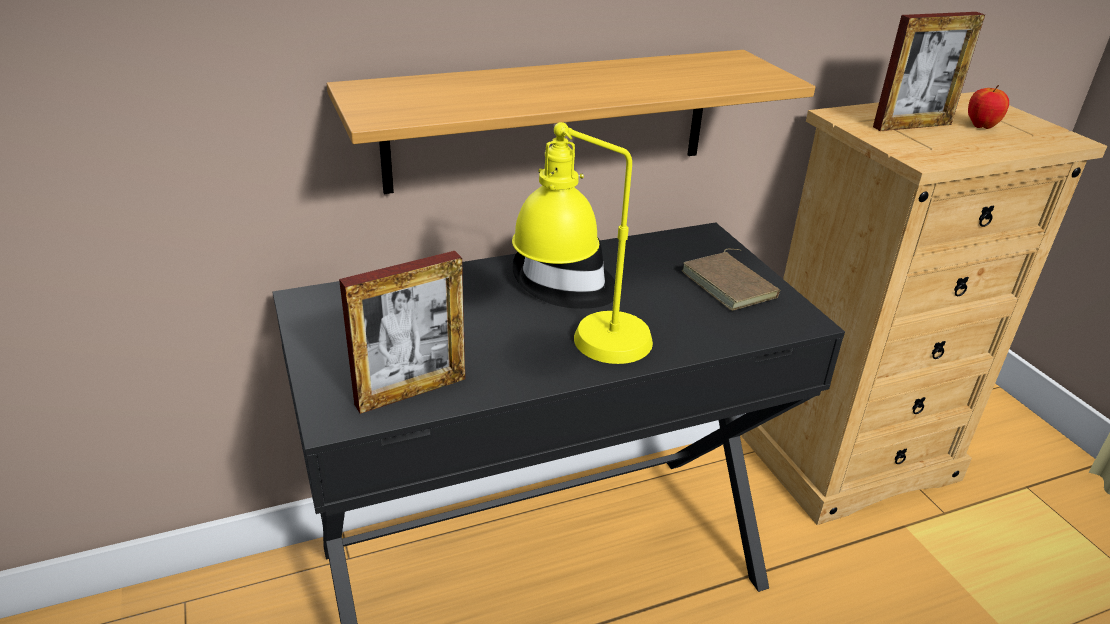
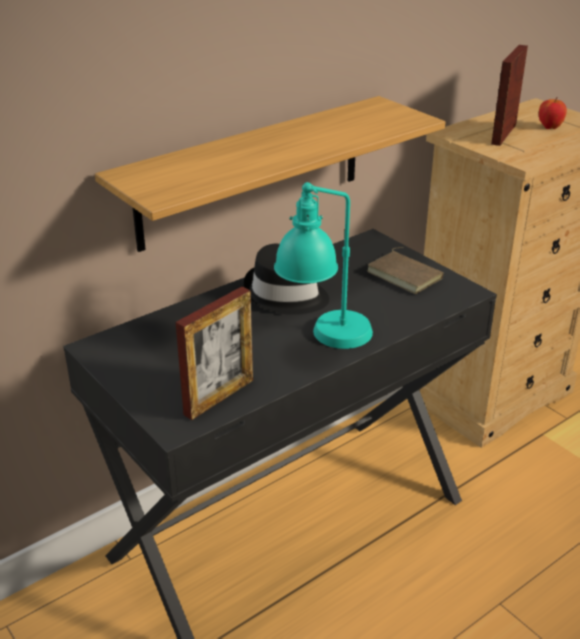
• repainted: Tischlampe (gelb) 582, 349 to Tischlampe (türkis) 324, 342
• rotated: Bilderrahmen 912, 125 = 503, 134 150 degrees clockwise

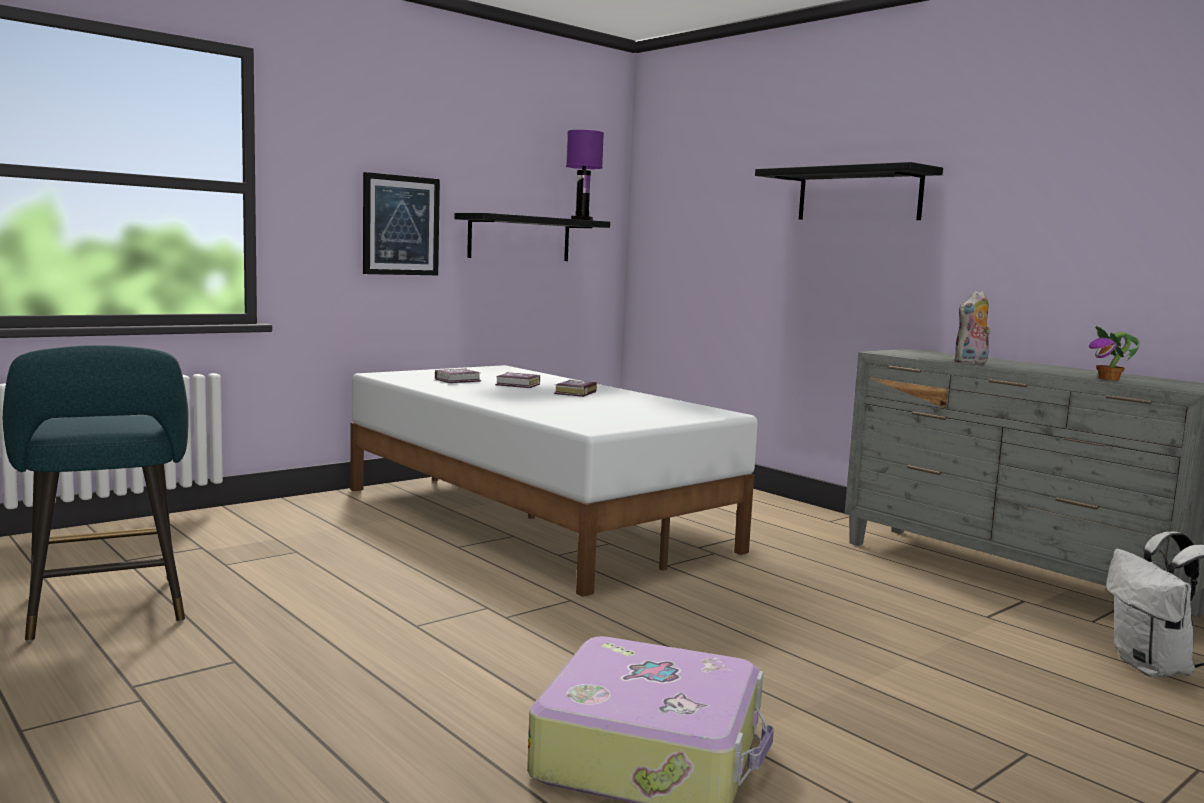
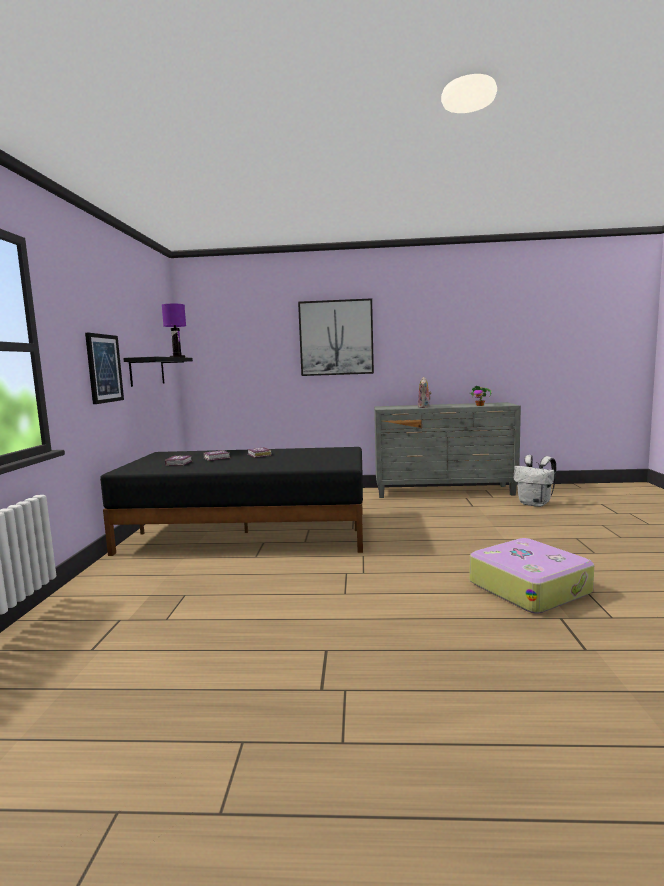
• repainted: Bett (weiß) 533, 518 to Bett (schwarz) 247, 532
• swapped: Wandregal (schwarz) 858, 195 to Bild 336, 338
• gone: Hocker (türkis) 106, 612

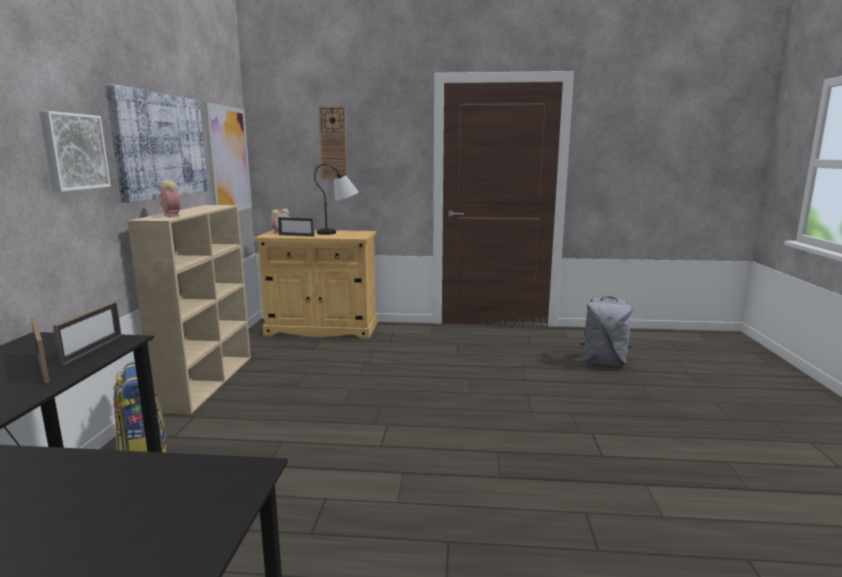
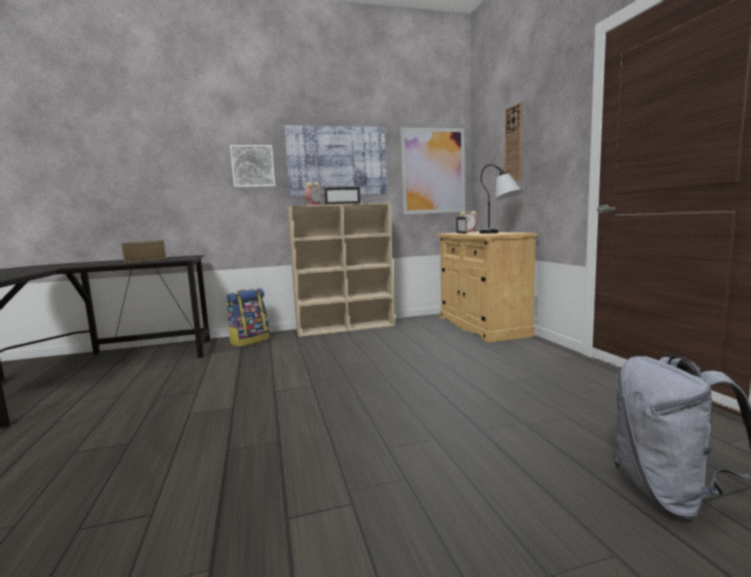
• shifted: Bilderrahmen 92, 349 to 343, 204

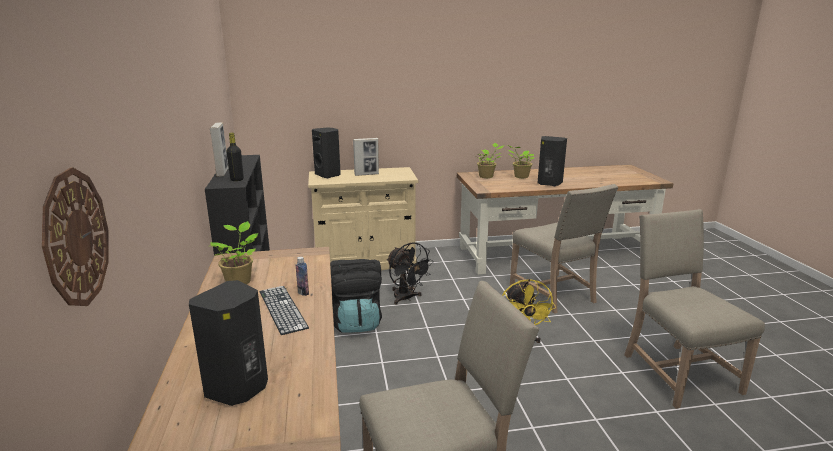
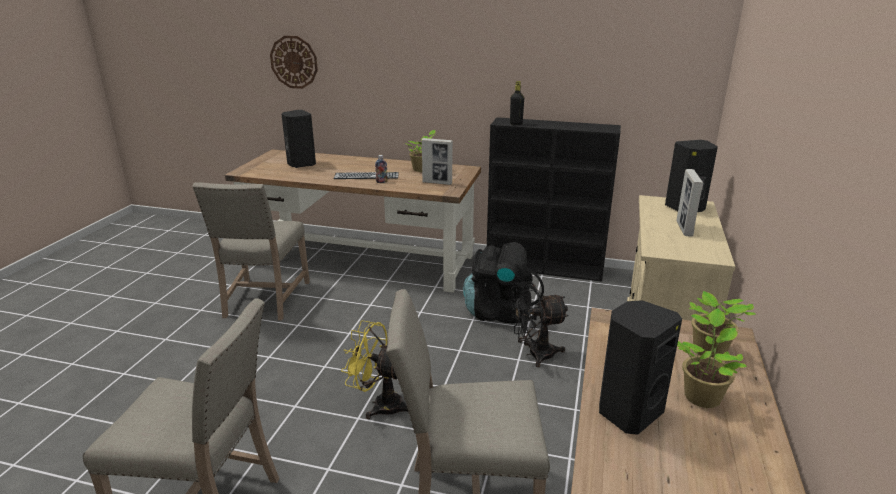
• shifted: Bilderrahmen 222, 172 to 437, 183

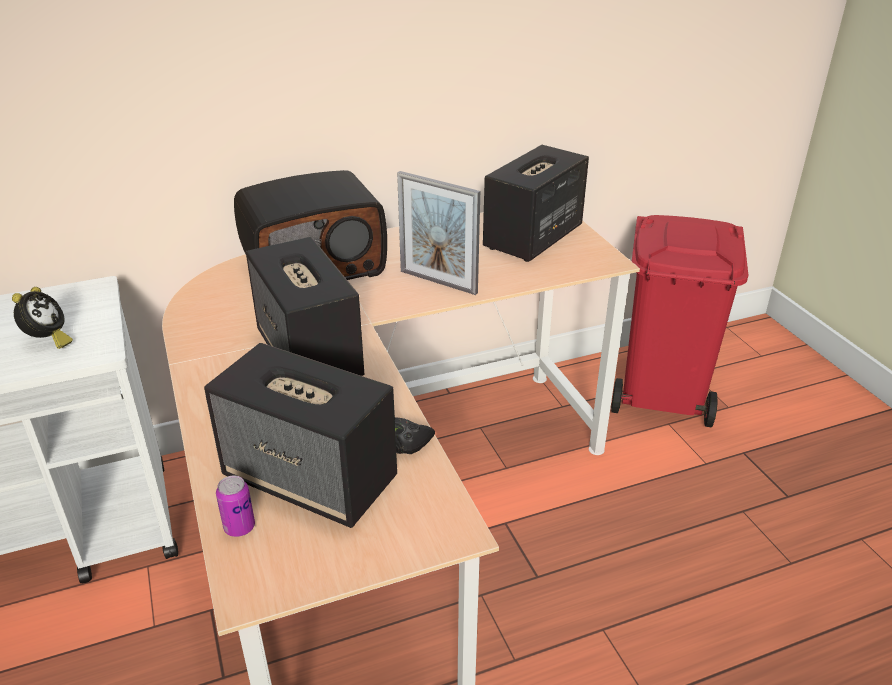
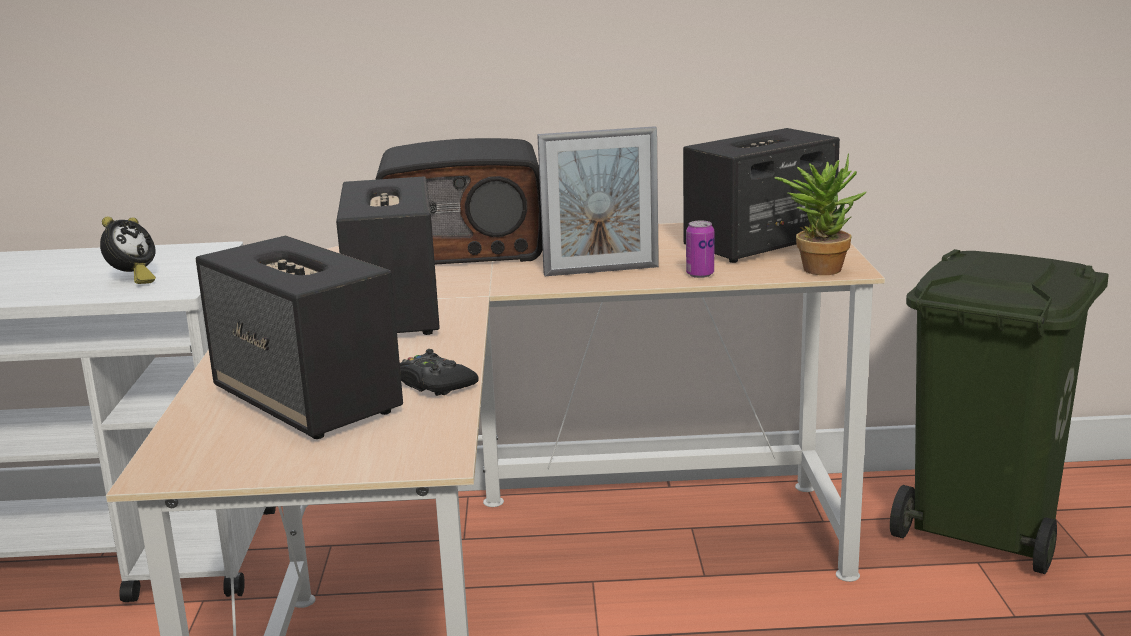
• rotated: Bilderrahmen 438, 282 = 601, 271 60 degrees counterclockwise
• shifted: Dose 239, 527 to 700, 274
• new: Topfpflanze 818, 267
• repainted: Mülleimer (rot) 663, 394 to Mülleimer (grün) 987, 528

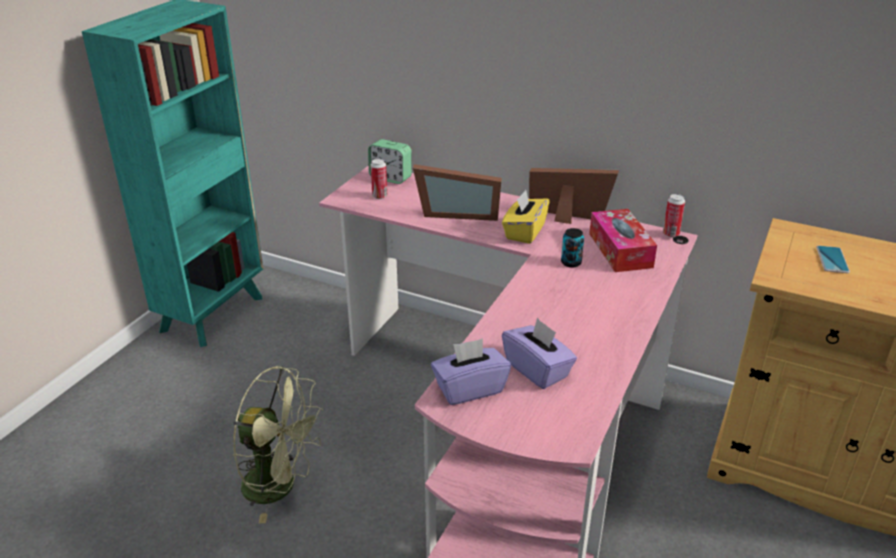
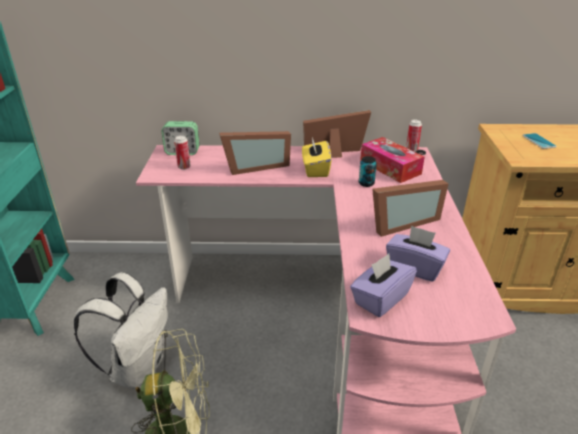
• new: Rucksack (weiß) 138, 367
• new: Bilderrahmen 400, 222

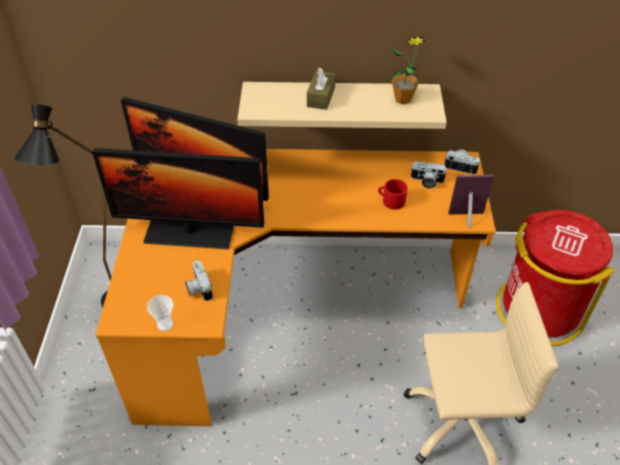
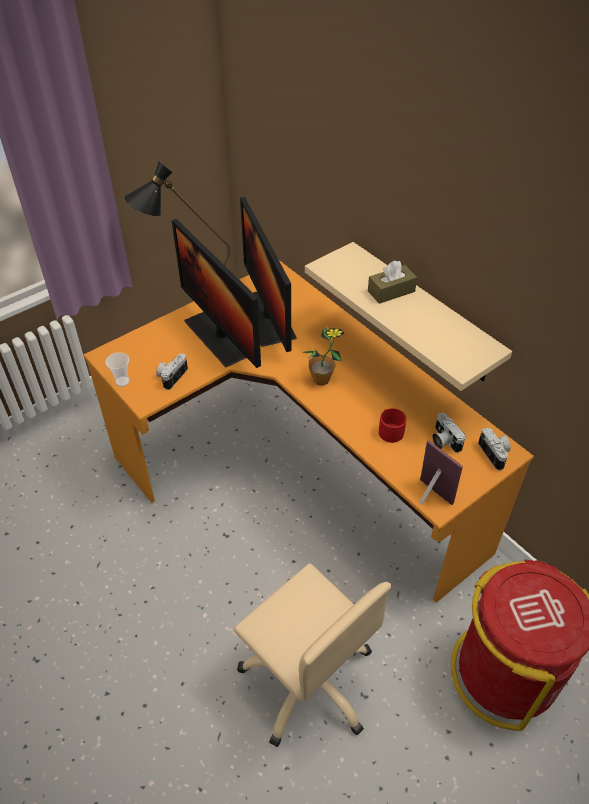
• shifted: Topfpflanze 403, 99 to 321, 380

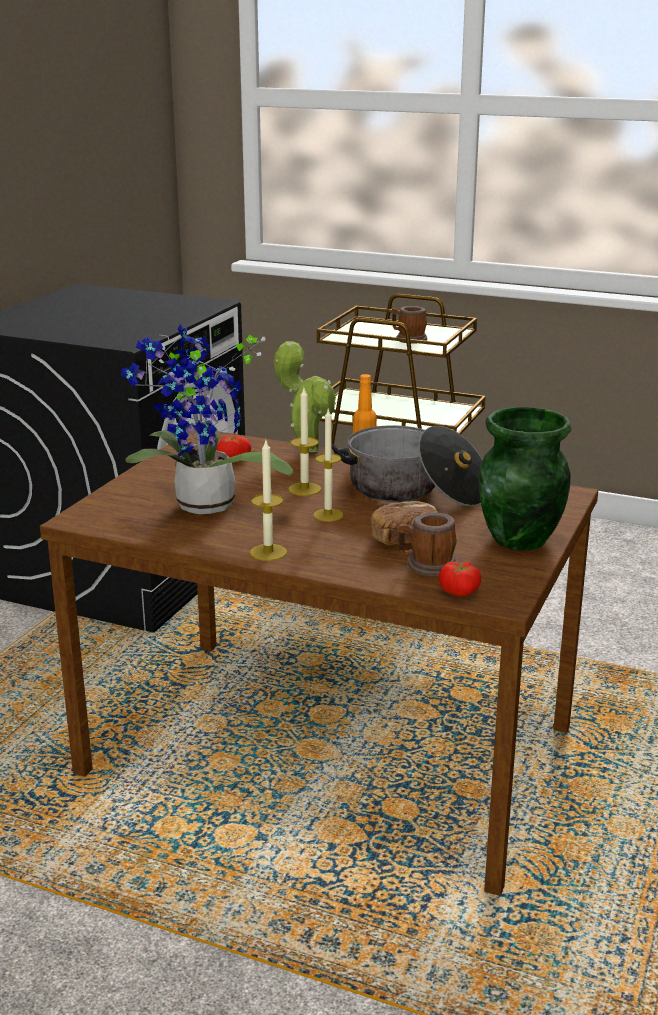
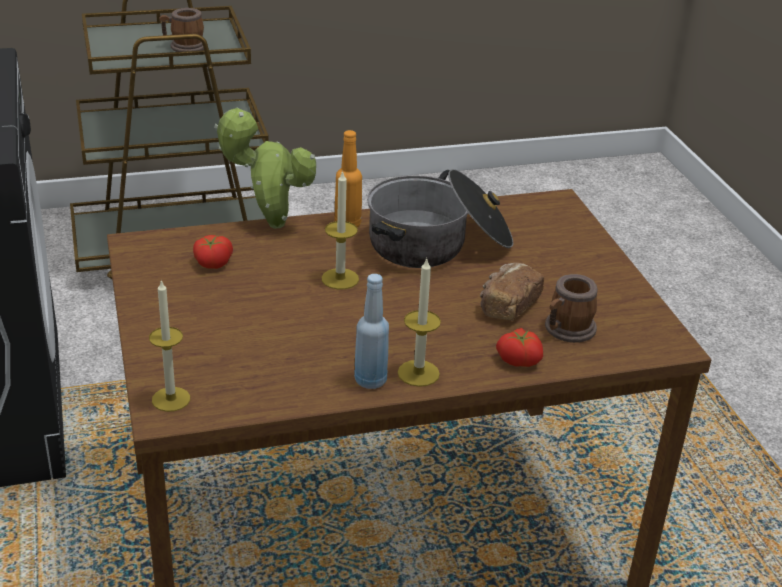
• shifted: Kerze 328, 515 to 171, 399
• new: Flasche (blau) 370, 380
• shifted: Tomate 460, 591 to 519, 359
• gone: Topfpflanze 202, 508
• gone: Vase (grün) 520, 540

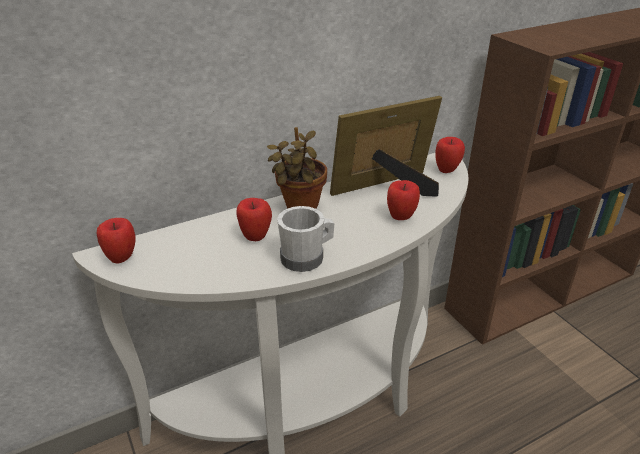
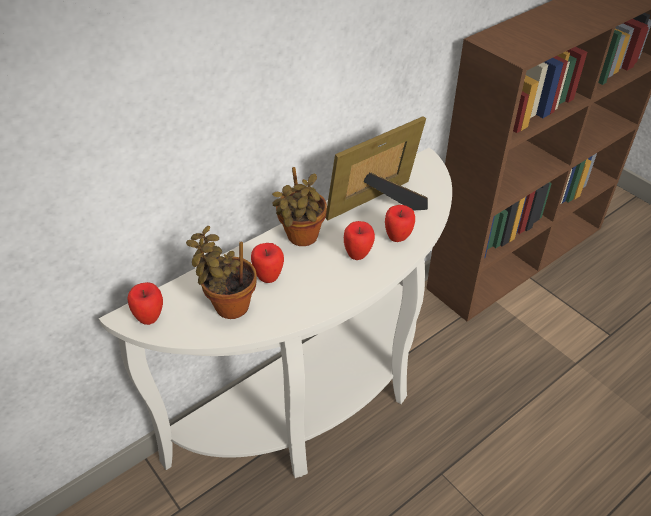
• new: Topfpflanze 228, 305
• shifted: Apfel 447, 170 to 358, 255
• gone: Henkelbecher (weiß) 306, 257

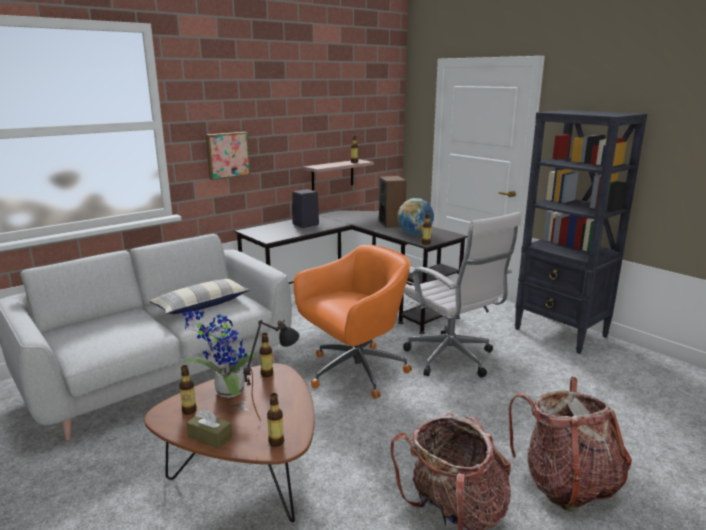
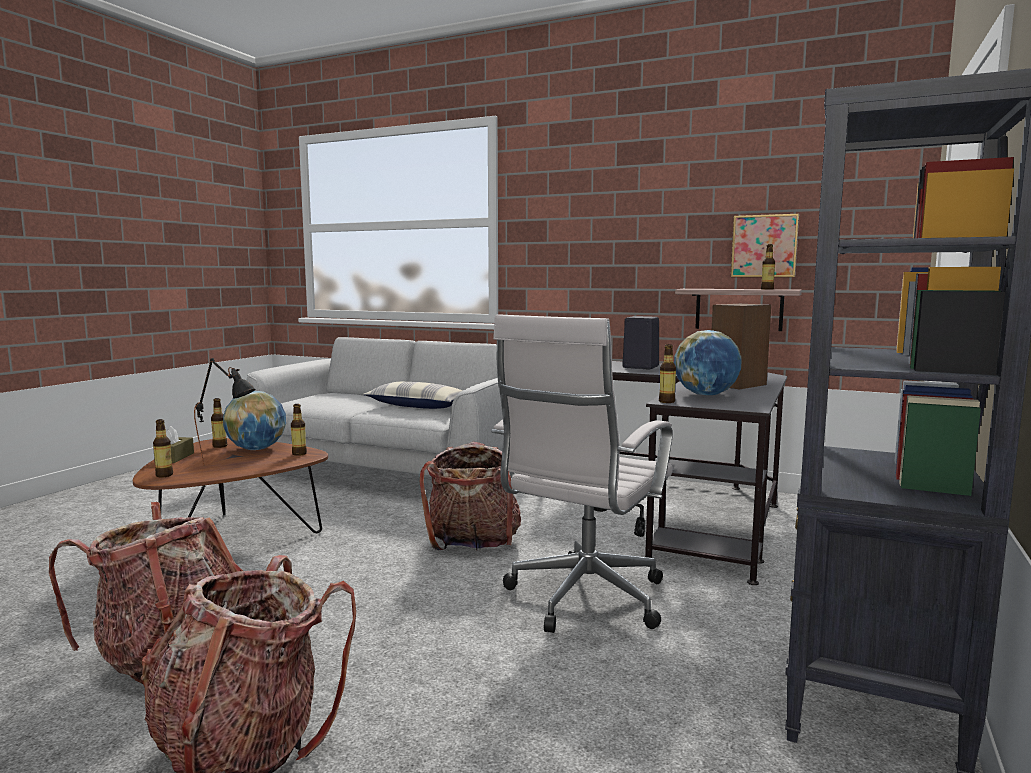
• swapped: Topfpflanze 226, 392 to Globus 257, 449
• swapped: Bürostuhl (orange) 354, 372 to Rucksack 473, 544
• shifted: Bild 227, 155 to 764, 246

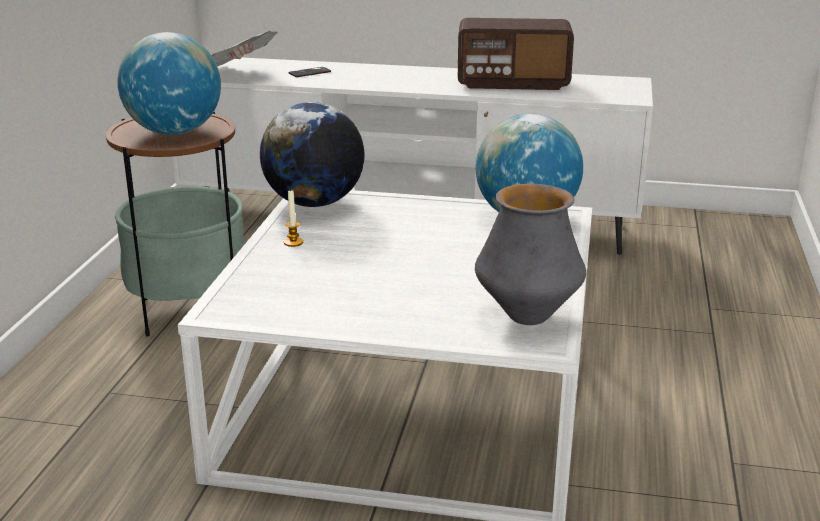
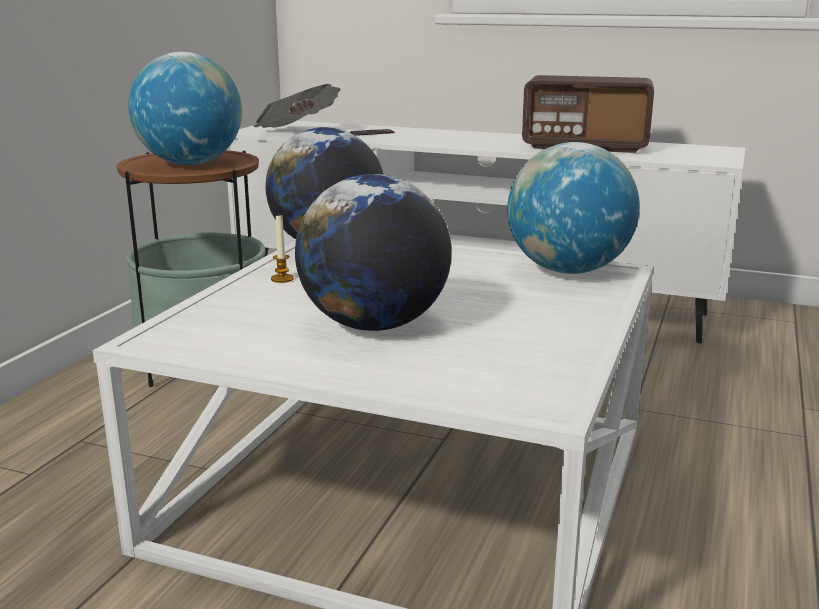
• new: Globus 374, 325
• gone: Vase 527, 316

